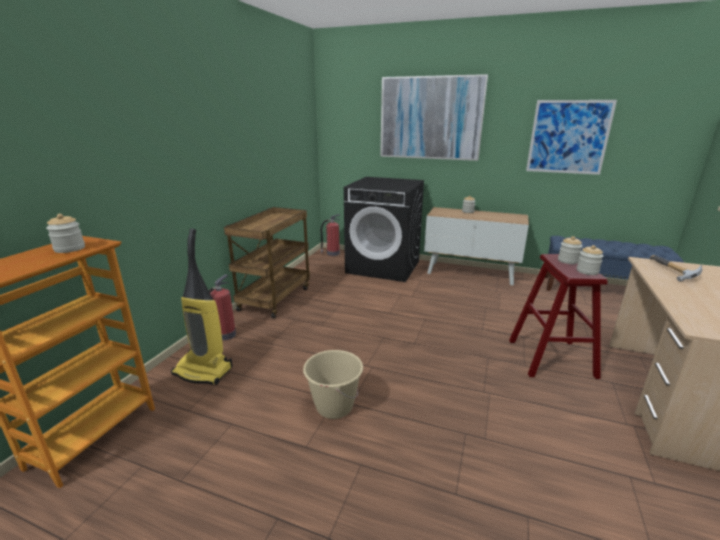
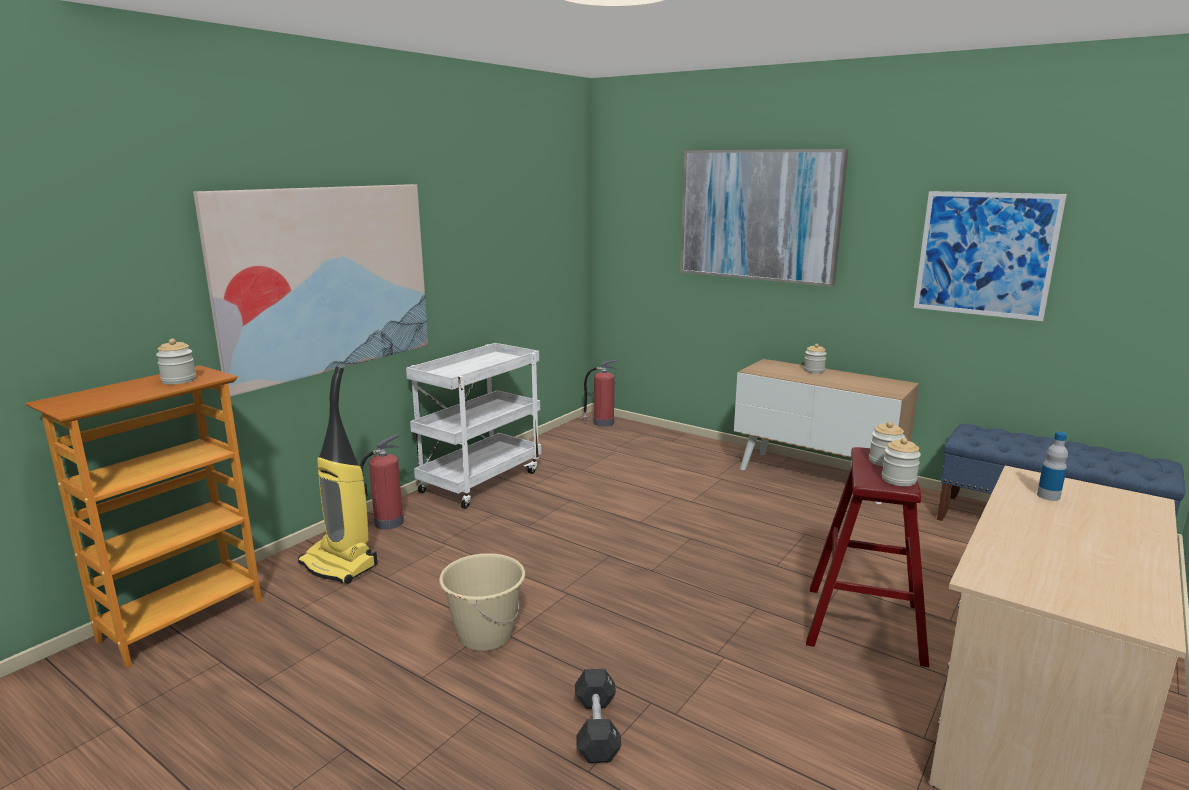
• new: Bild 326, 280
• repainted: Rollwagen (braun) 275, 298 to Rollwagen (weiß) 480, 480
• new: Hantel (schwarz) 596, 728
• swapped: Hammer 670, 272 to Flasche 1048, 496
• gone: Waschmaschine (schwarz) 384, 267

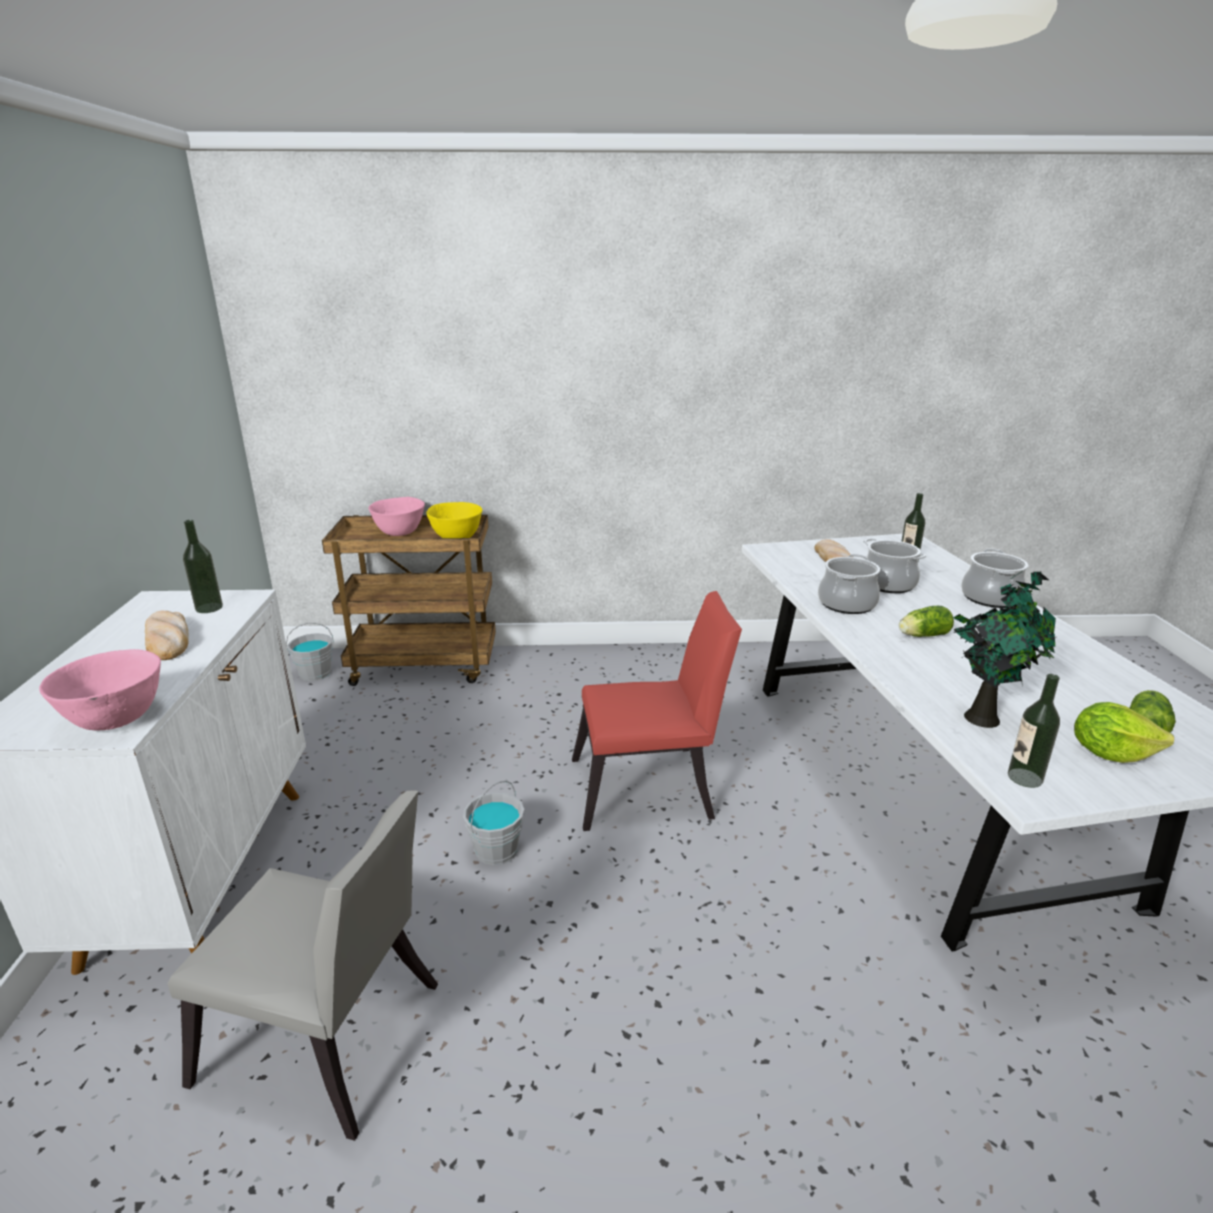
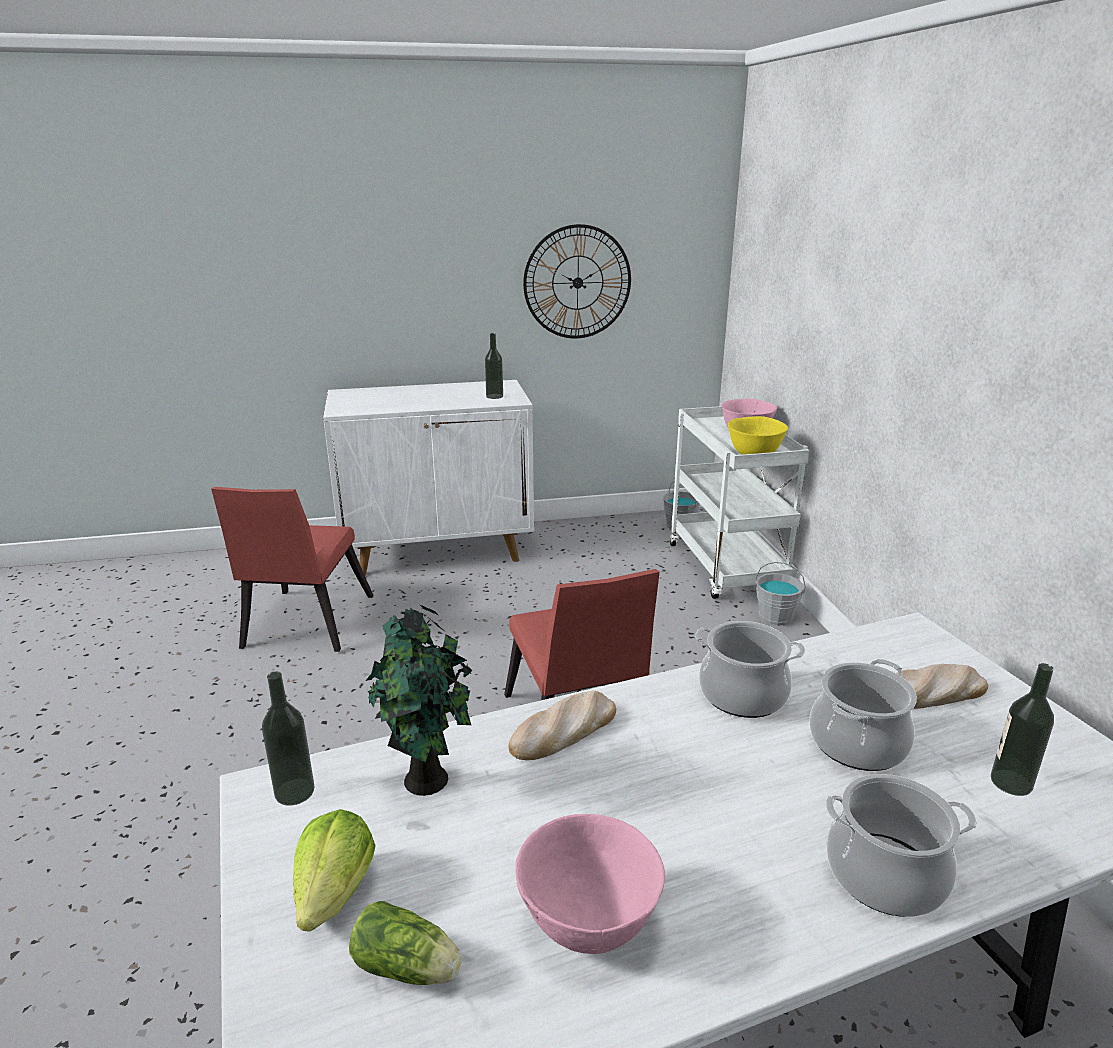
• repainted: Stuhl (grau) 330, 1041 to Stuhl (rot) 304, 626
• shifted: Brot 168, 639 to 563, 731
• shifted: Schüssel (rosa) 116, 719 to 587, 923
• new: Wanduhr 577, 282
• repainted: Rollwagen (braun) 425, 665 to Rollwagen (weiß) 727, 569
• shifted: Eimer (grau) 496, 849 to 776, 617
• gone: Salatkopf 921, 635

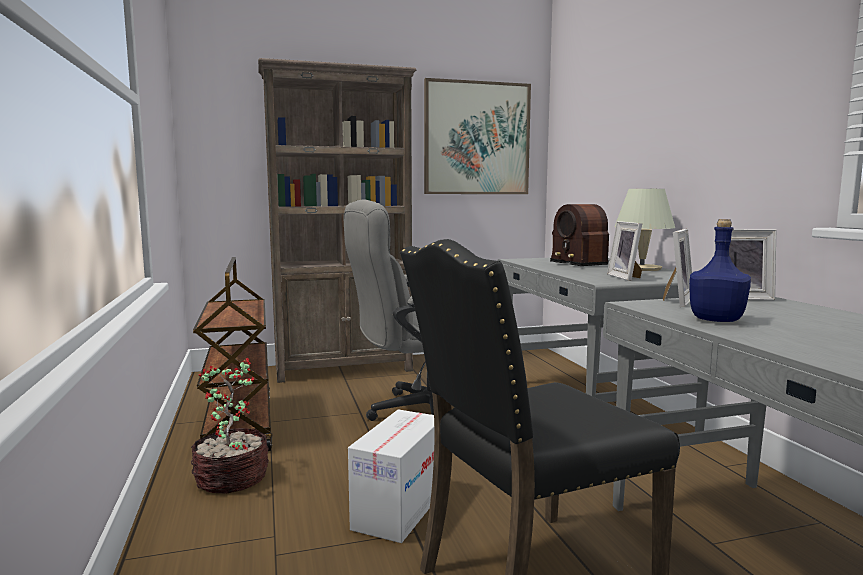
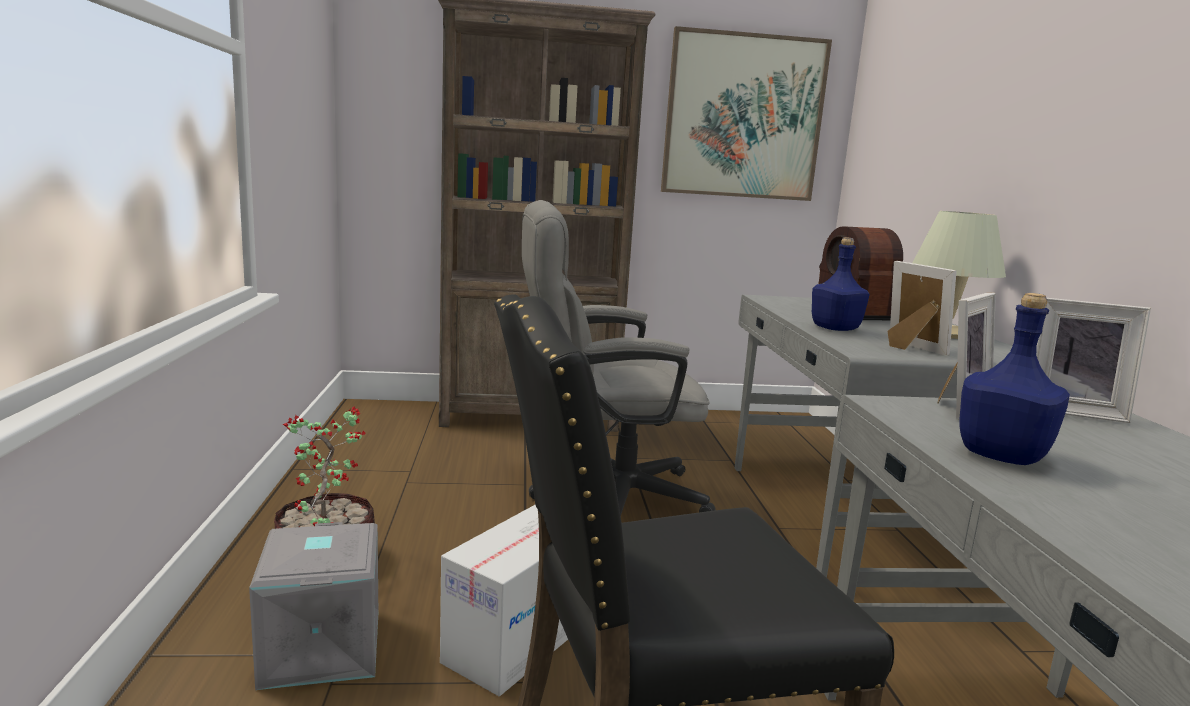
• new: Aufbewahrungsbox (grau) 319, 647
• new: Flasche (blau) 834, 328
• rotated: Bilderrahmen 626, 277 = 909, 348 150 degrees clockwise
• gone: Rollwagen (braun) 238, 425

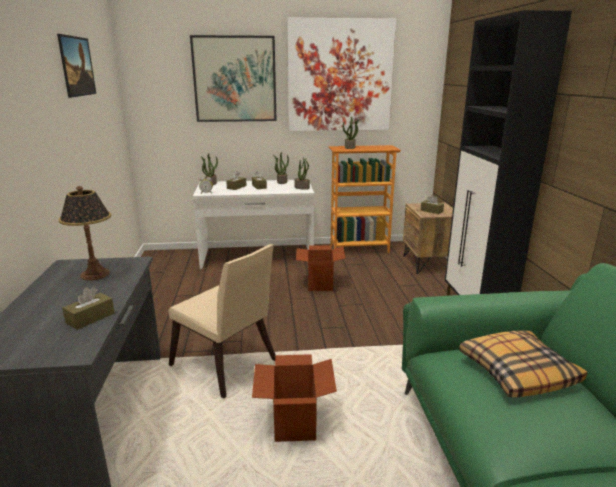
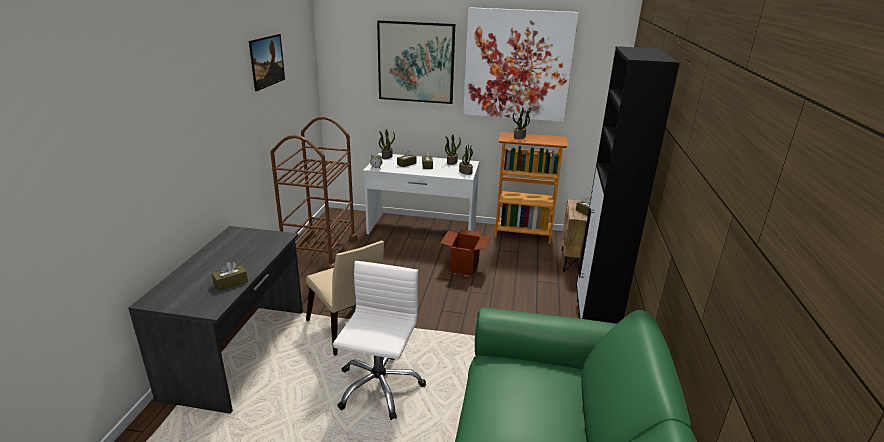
• new: Rollwagen (braun) 320, 252
• swapped: Karton 294, 422 to Bürostuhl (weiß) 378, 387
• gone: Tischlampe 95, 274
• gone: Kissen 517, 372

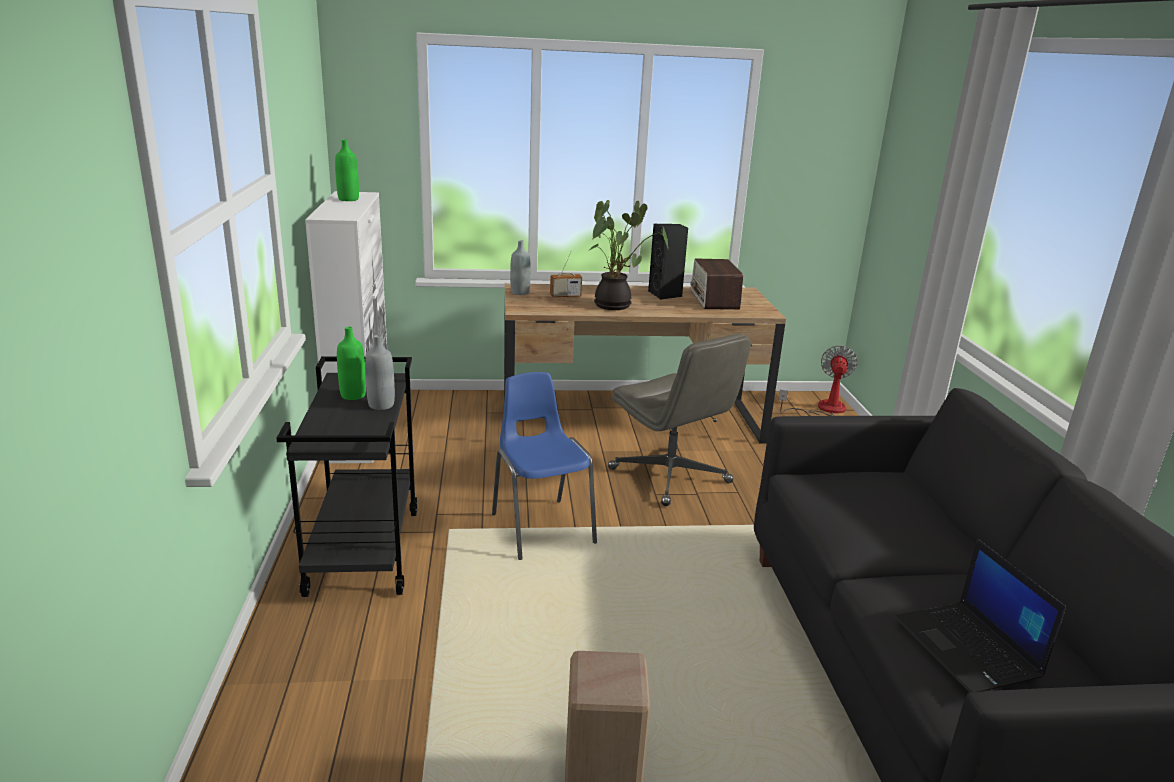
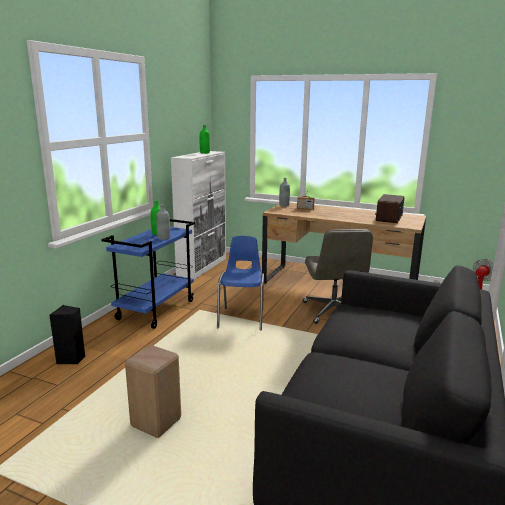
• shifted: Lautsprecher (schwarz) 665, 295 to 71, 359
• repainted: Rollwagen (schwarz) 363, 551 to Rollwagen (blau) 156, 309
• gone: Topfpflanze 616, 305
• gone: Laptop 968, 648

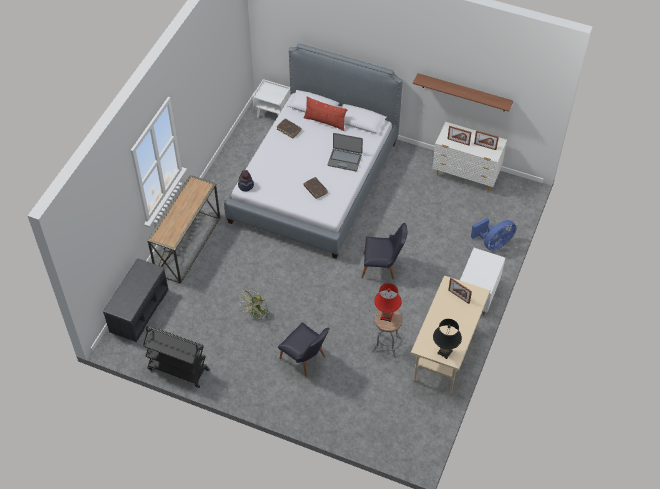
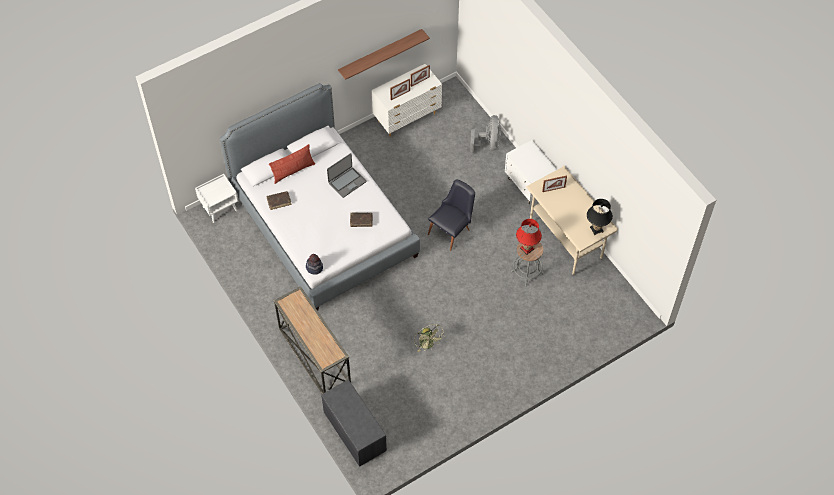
• repainted: Ventilator (blau) 493, 243 to Ventilator (grau) 488, 144
• gone: Rollwagen (schwarz) 178, 369
• gone: Stuhl (schwarz) 305, 360

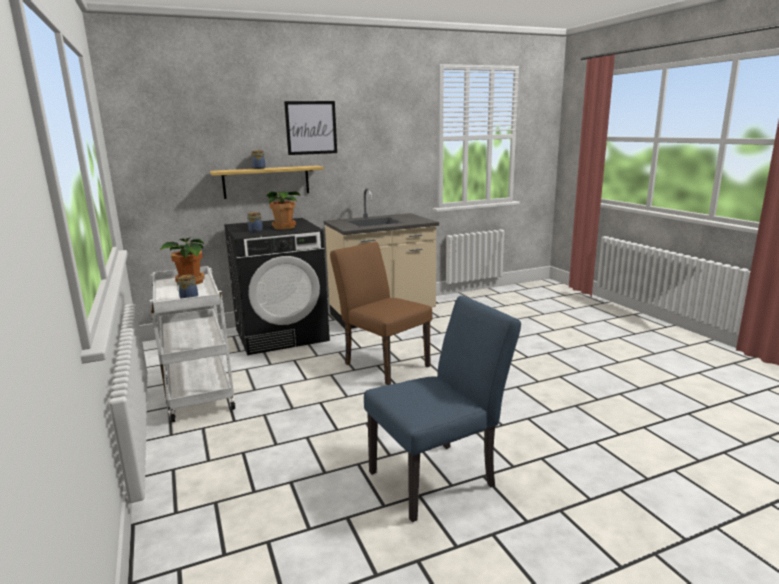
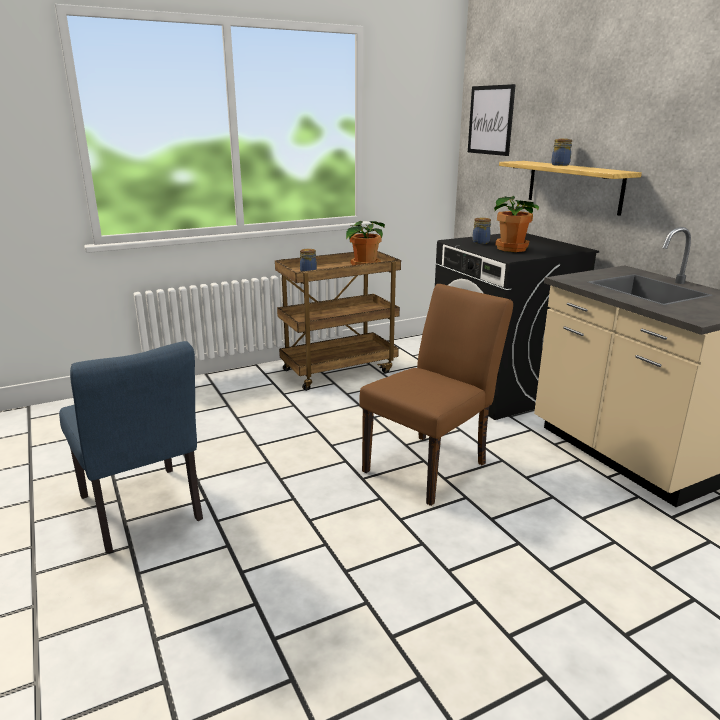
• repainted: Rollwagen (weiß) 198, 393 to Rollwagen (braun) 339, 370
• shifted: Bild 311, 128 to 490, 120

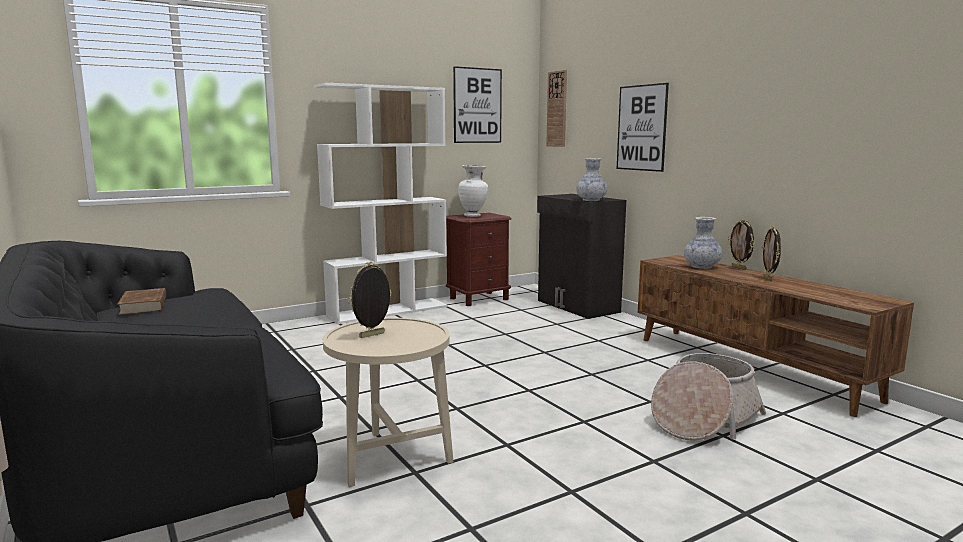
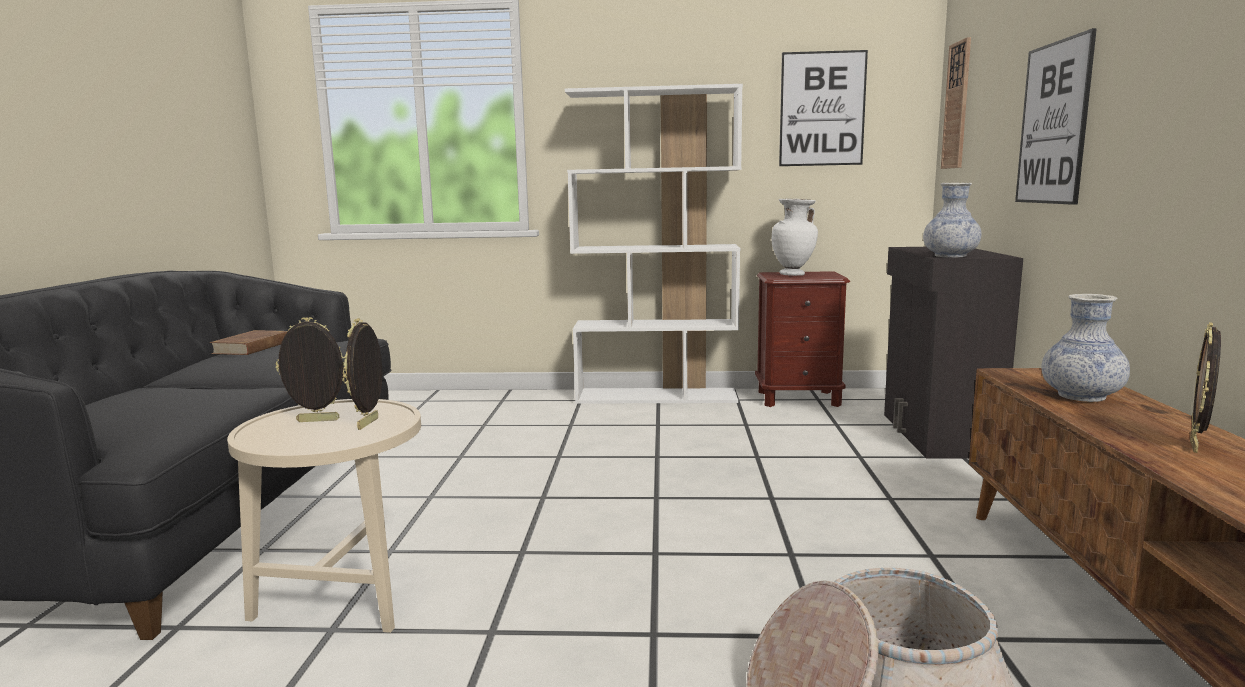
• shifted: Bilderrahmen 739, 268 to 369, 423

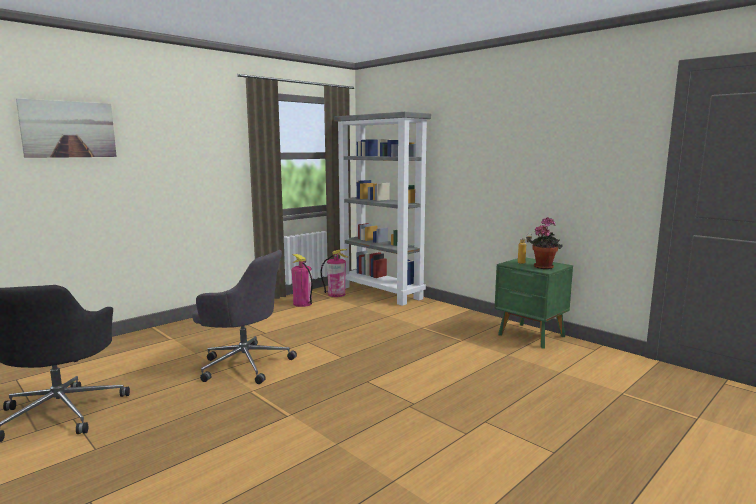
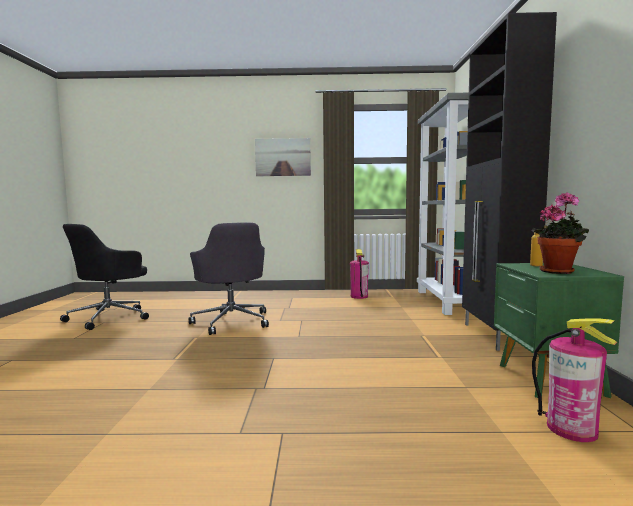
• shifted: Bild 69, 129 to 283, 157
• new: Schrank (schwarz) 495, 336
• shifted: Feuerlöscher 336, 294 to 571, 429

